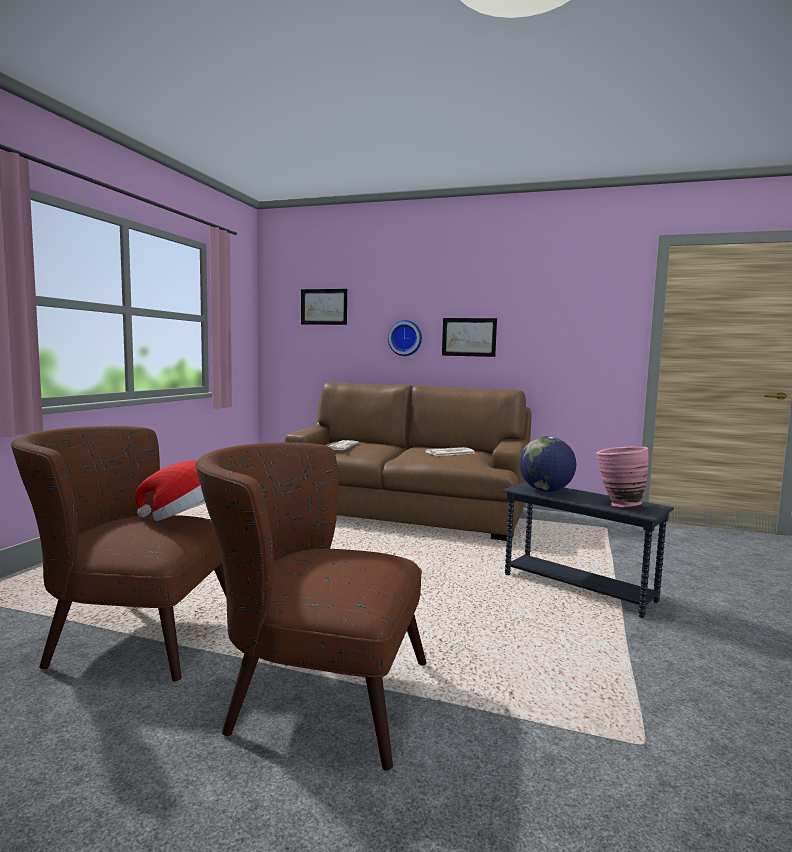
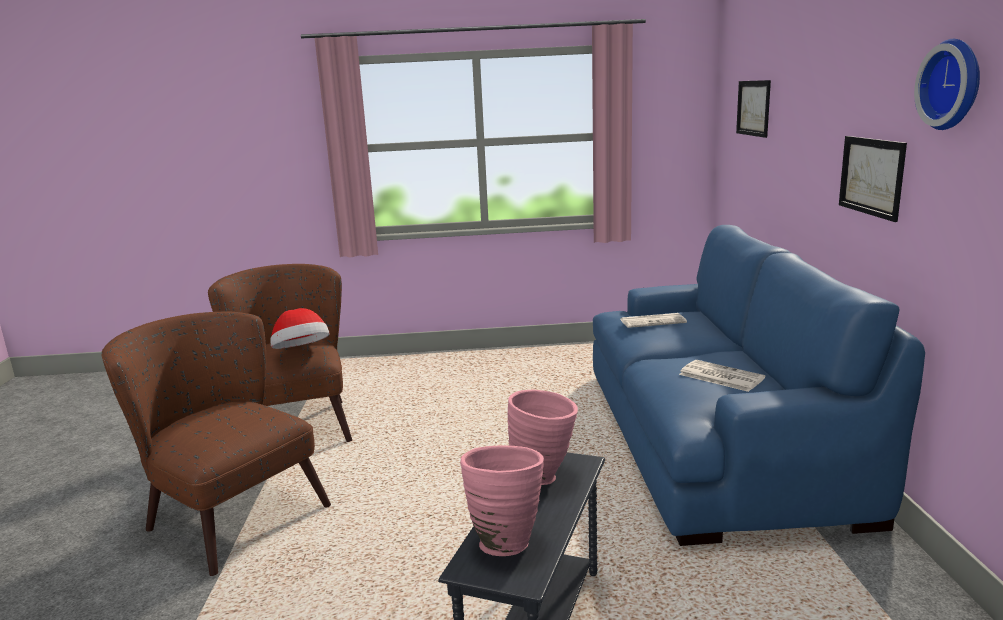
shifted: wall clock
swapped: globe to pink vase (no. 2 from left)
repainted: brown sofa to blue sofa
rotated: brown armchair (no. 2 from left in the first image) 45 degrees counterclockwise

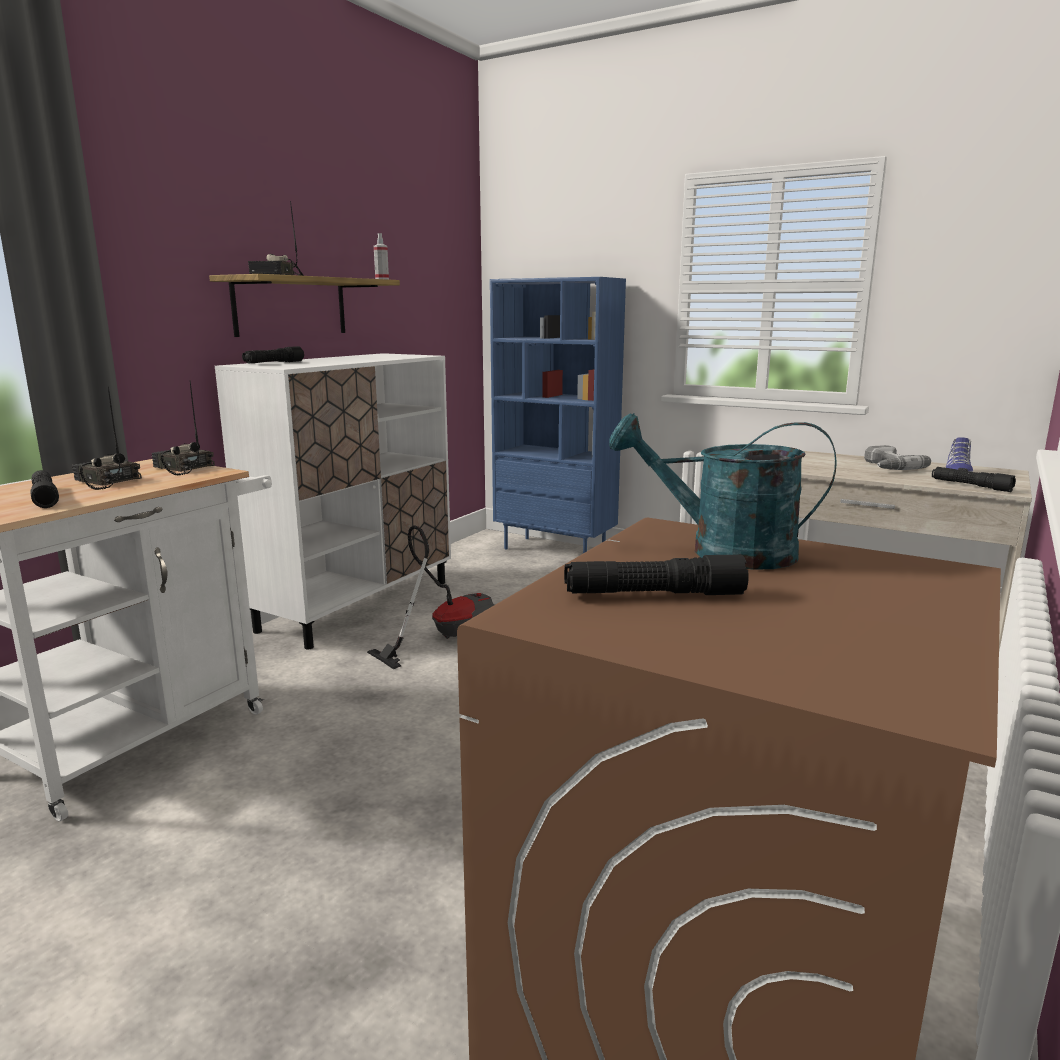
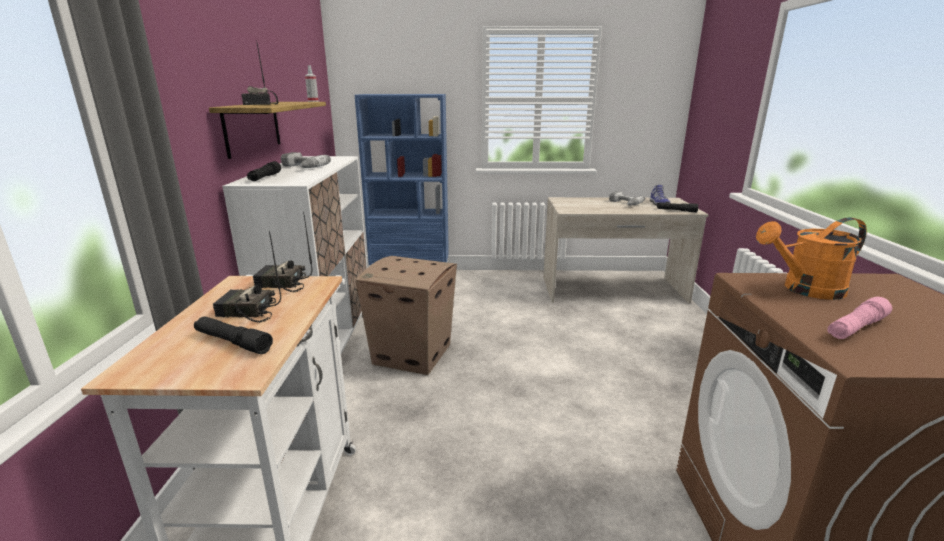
new: power drill (no. 1 from left)
swapped: vacuum cleaner to cardboard box
repainted: turquoise watering can to orange watering can; black flashlight (no. 3 from left) to pink flashlight

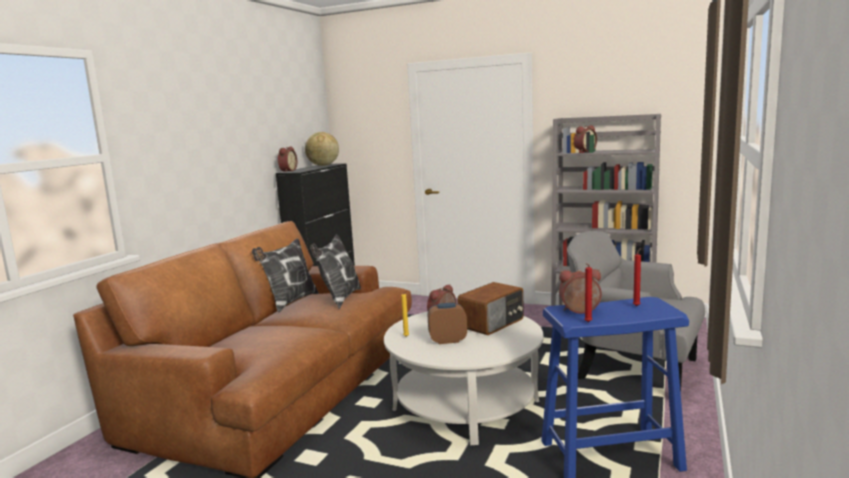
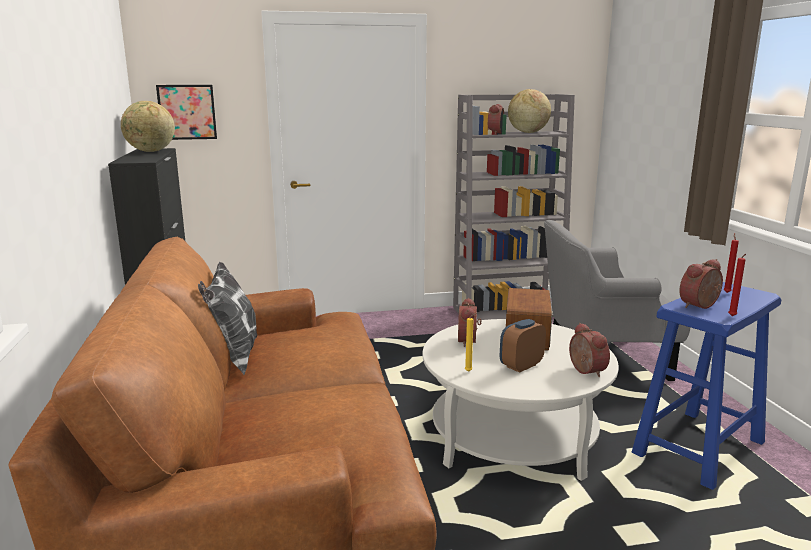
gone: pillow (no. 2 from left)
new: picture; globe (no. 2 from left)
shifted: alarm clock (no. 1 from left in the first image) to alarm clock (no. 4 from left)

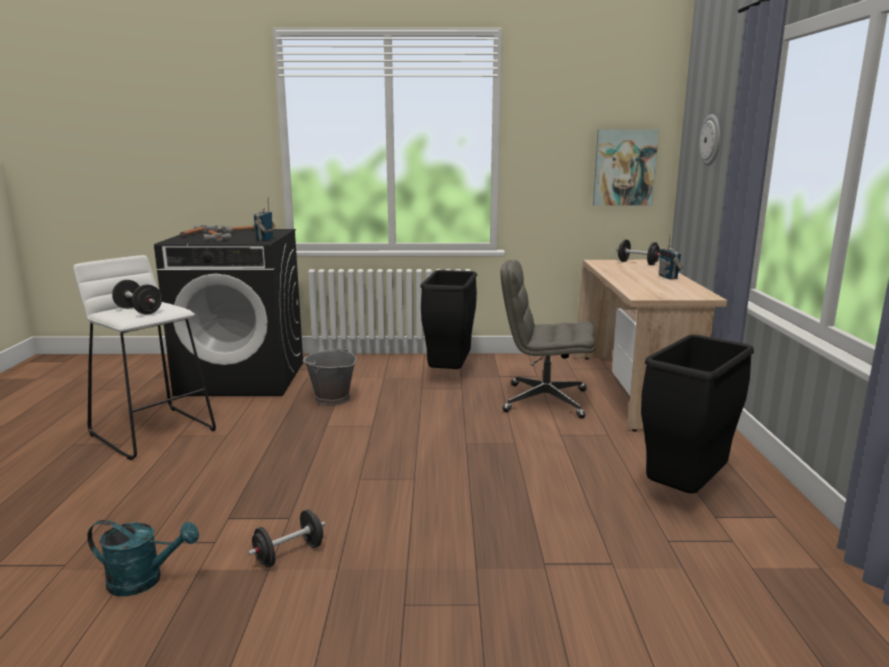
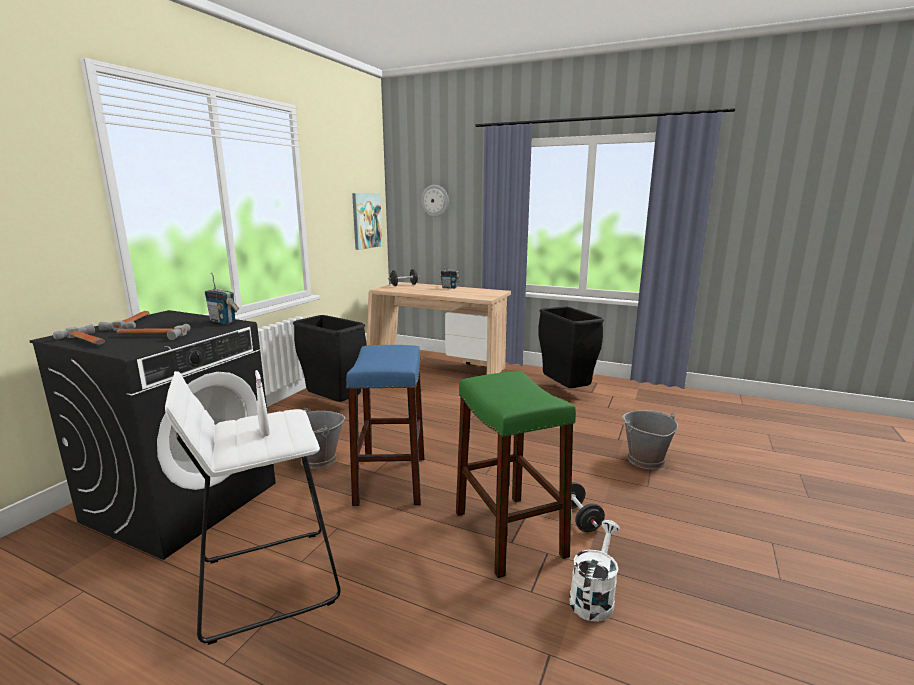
gone: grey office chair
new: blue stool; green stool; grey bucket (no. 2 from left)
swapped: black dumbbell (no. 1 from left) to white spray bottle
repainted: turquoise watering can to white watering can

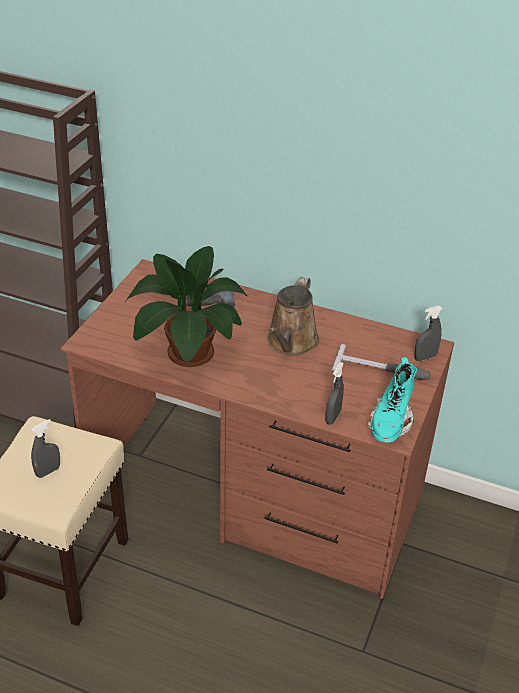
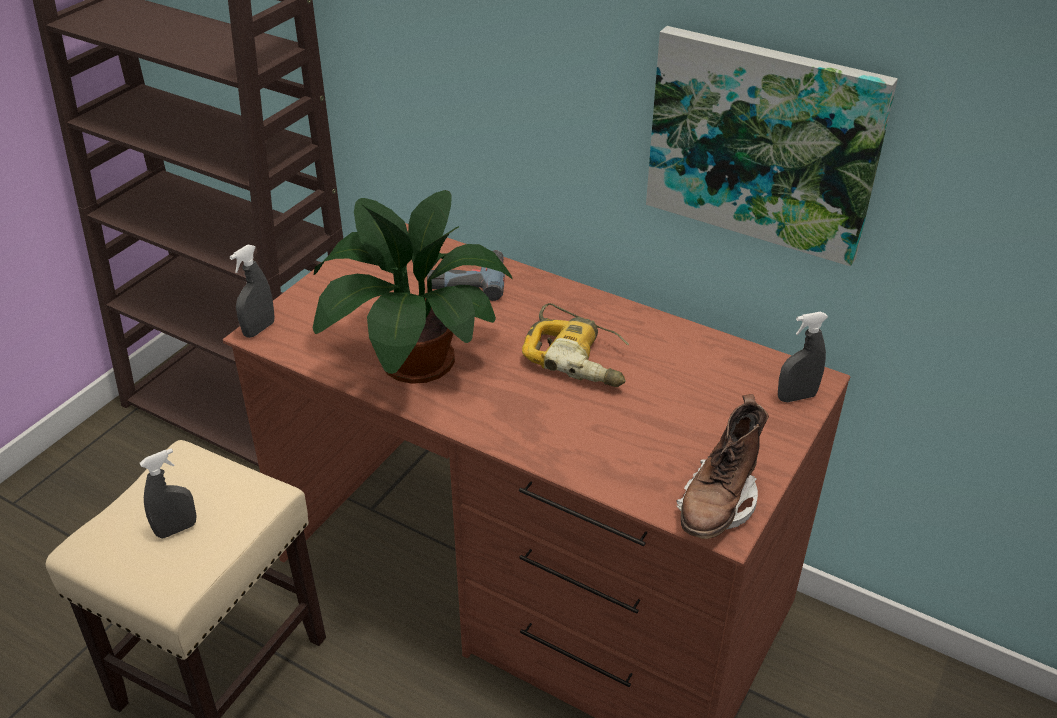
gone: hammer
new: picture
shifted: grey spray bottle (no. 2 from left)
swapped: brown watering can to power drill (no. 2 from left)
repainted: turquoise boot to brown boot

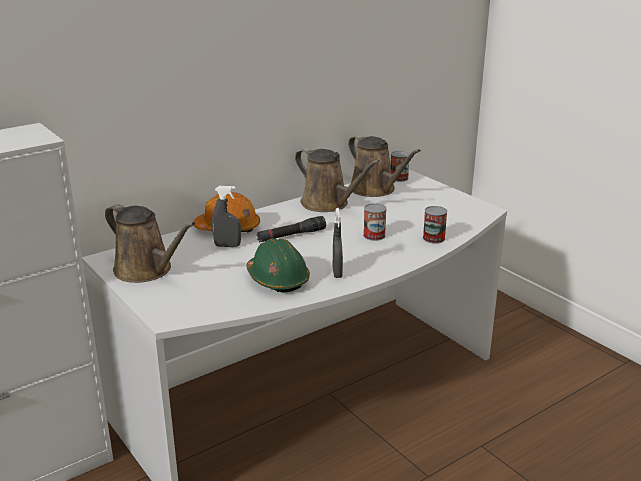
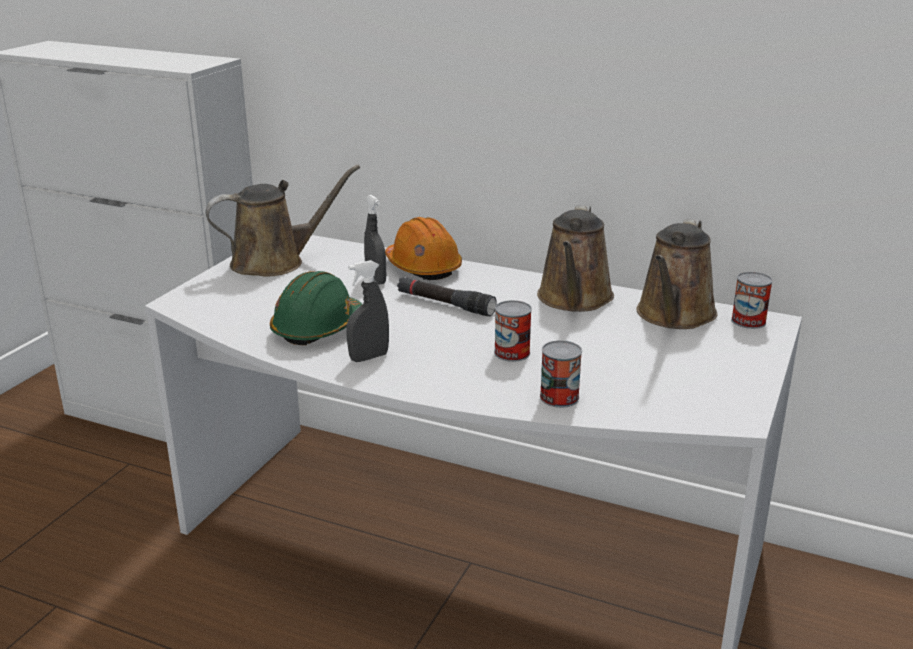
rotated: brown watering can (no. 1 from left) 120 degrees counterclockwise

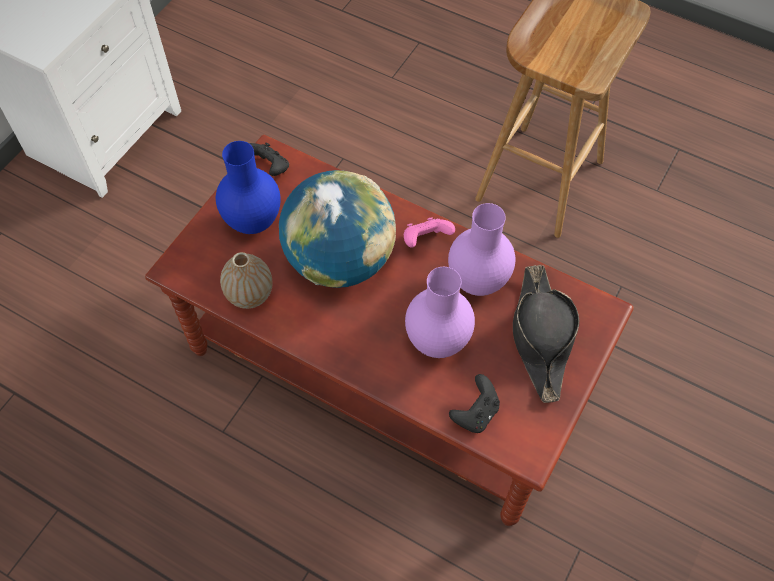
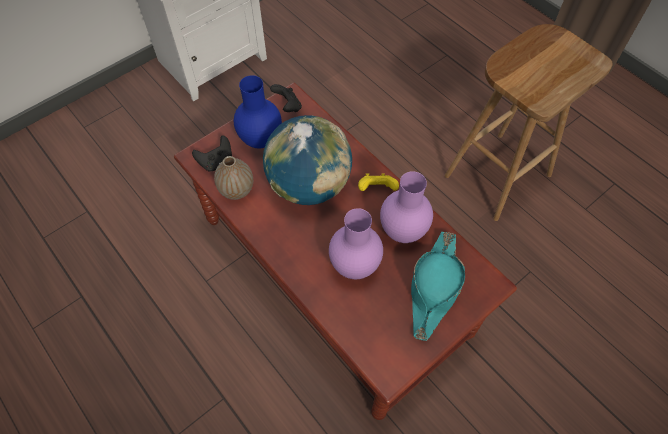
shifted: black game controller (no. 2 from left in the first image) to black game controller (no. 1 from left)
repainted: pink game controller to yellow game controller; black hat to turquoise hat

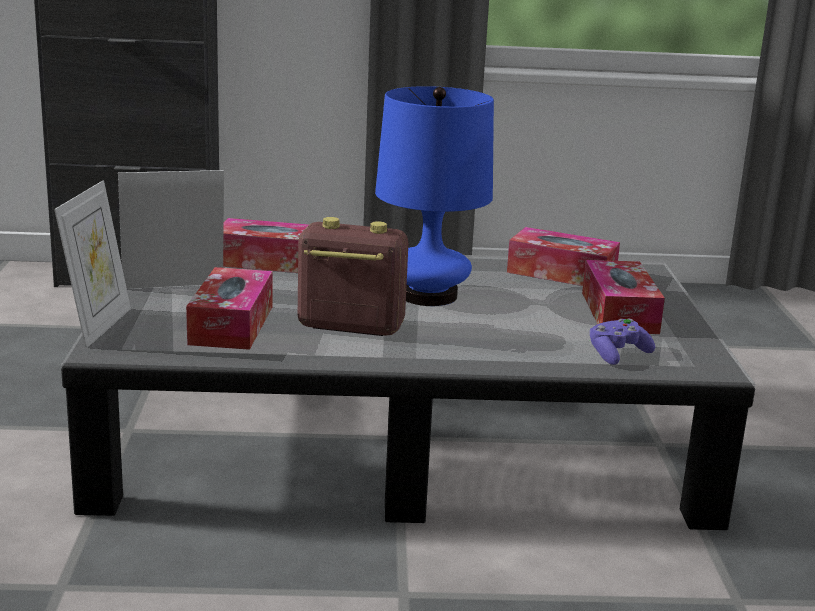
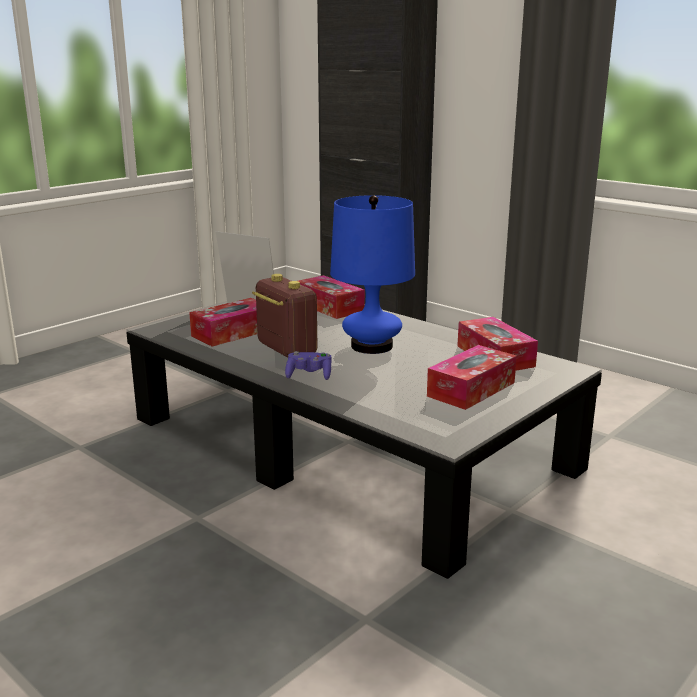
gone: picture frame (no. 1 from left)
shifted: purple game controller

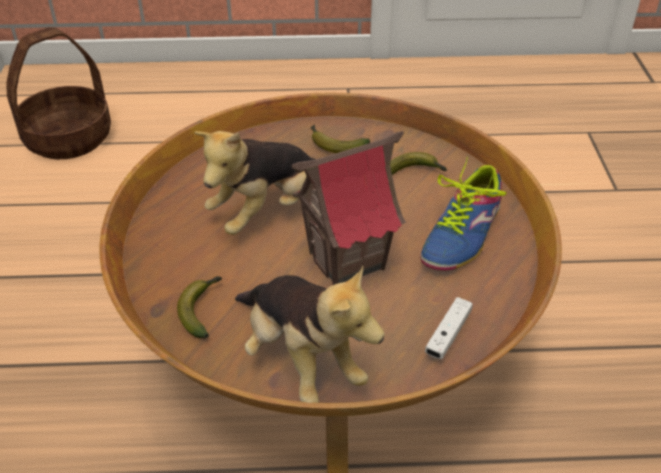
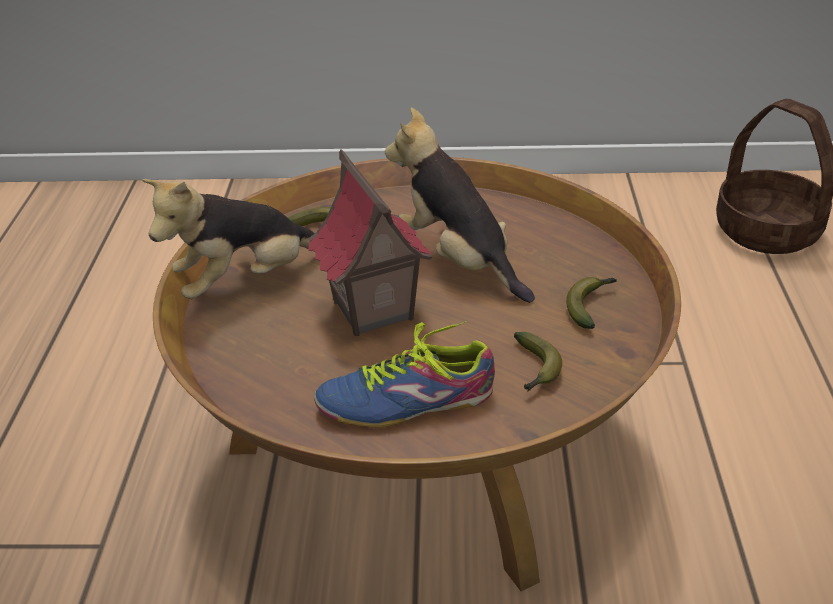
gone: white game controller
rotated: shoe 45 degrees counterclockwise

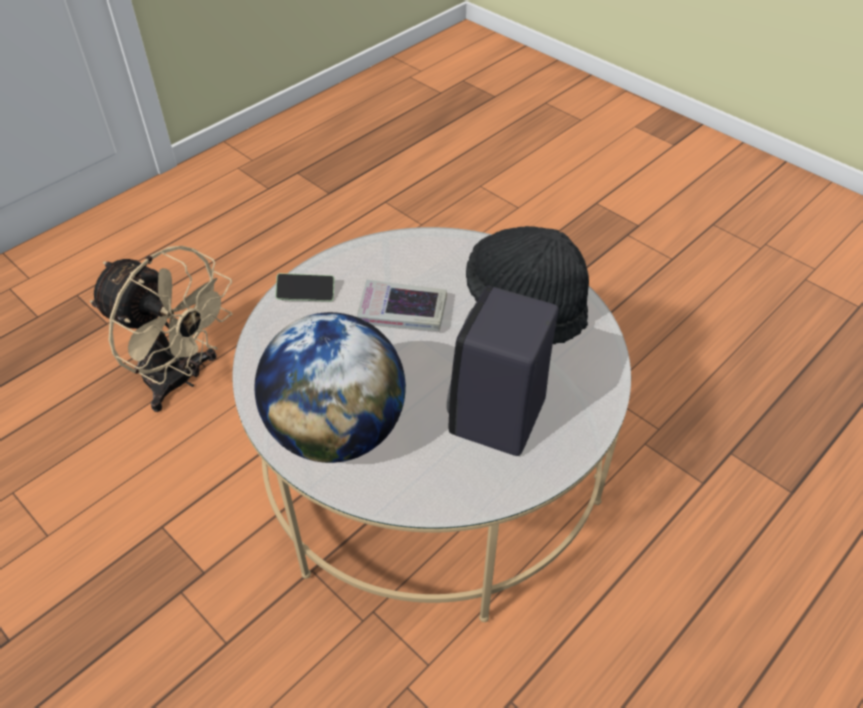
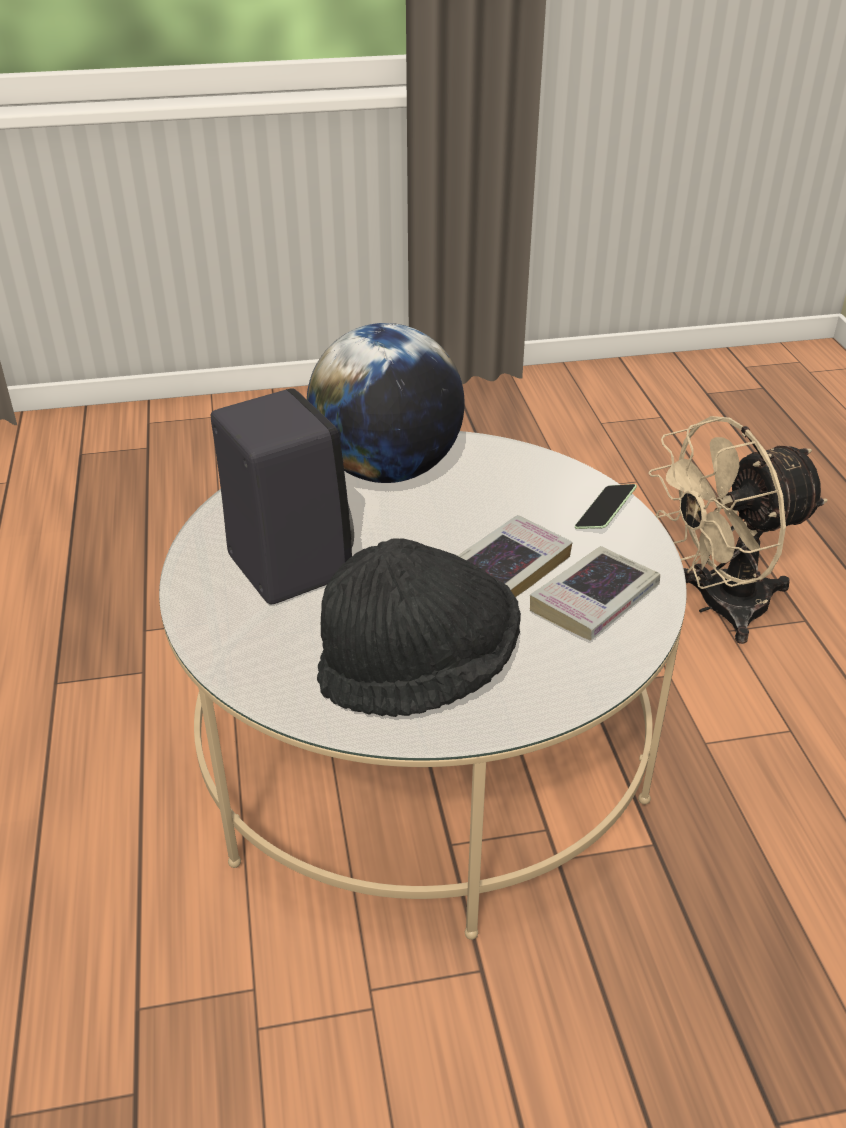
new: book (no. 2 from left)

